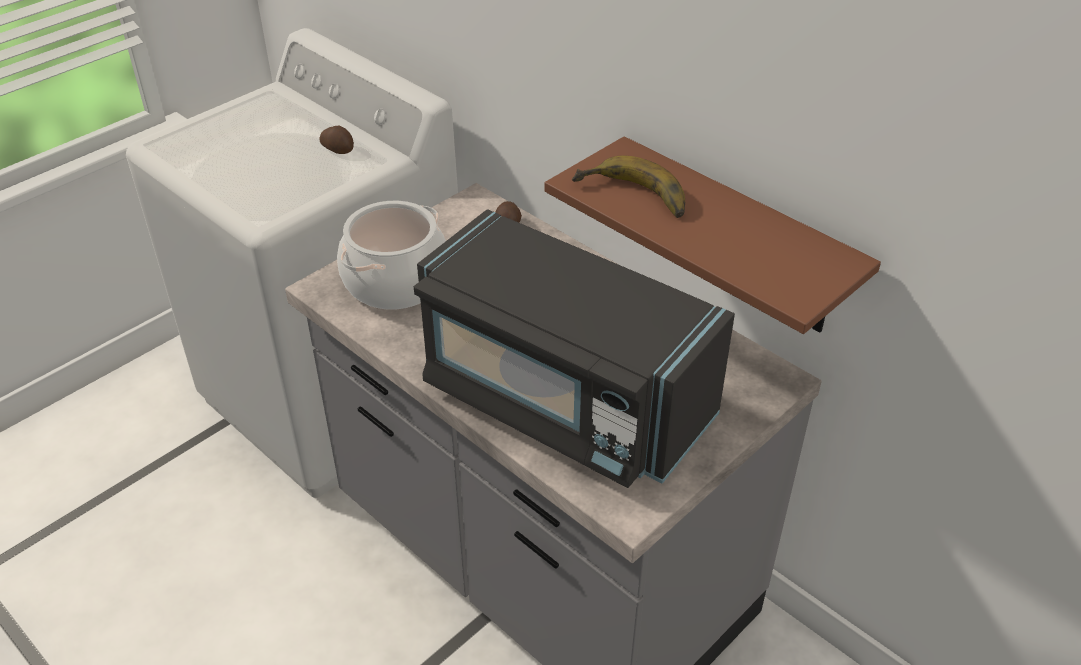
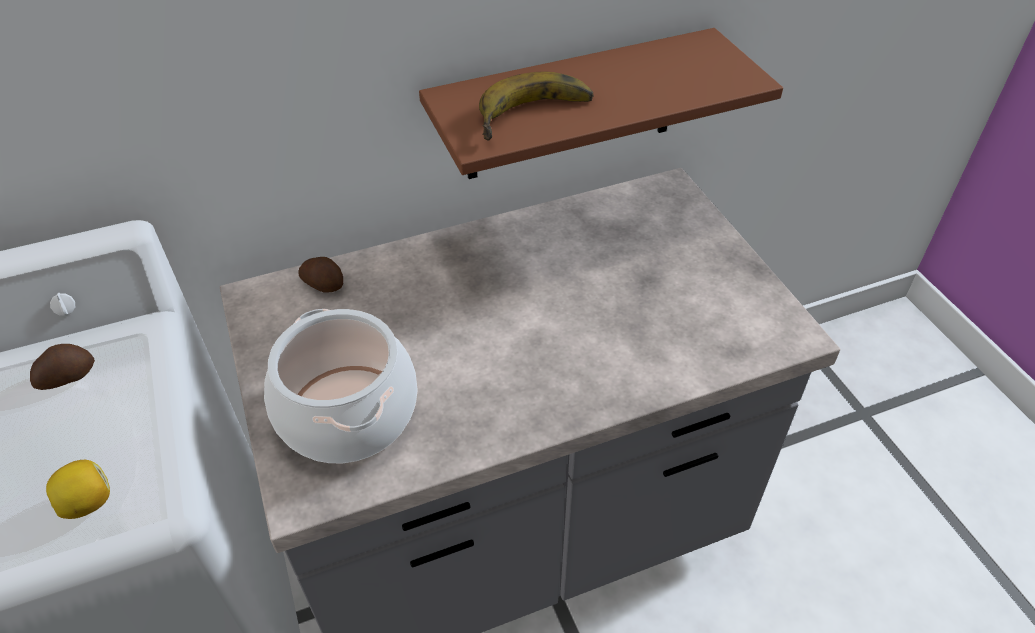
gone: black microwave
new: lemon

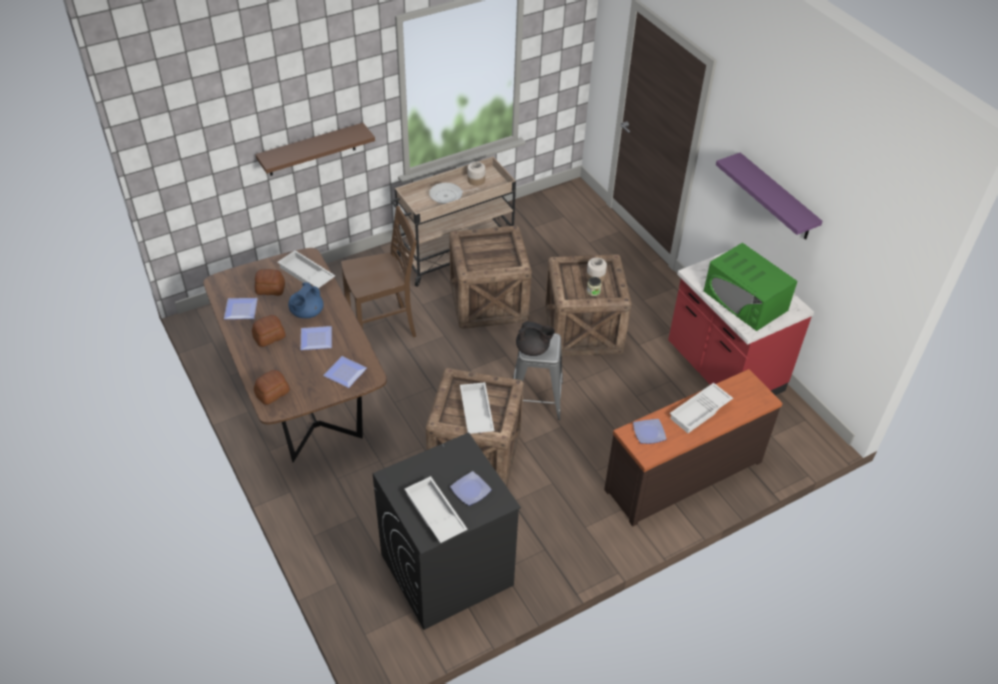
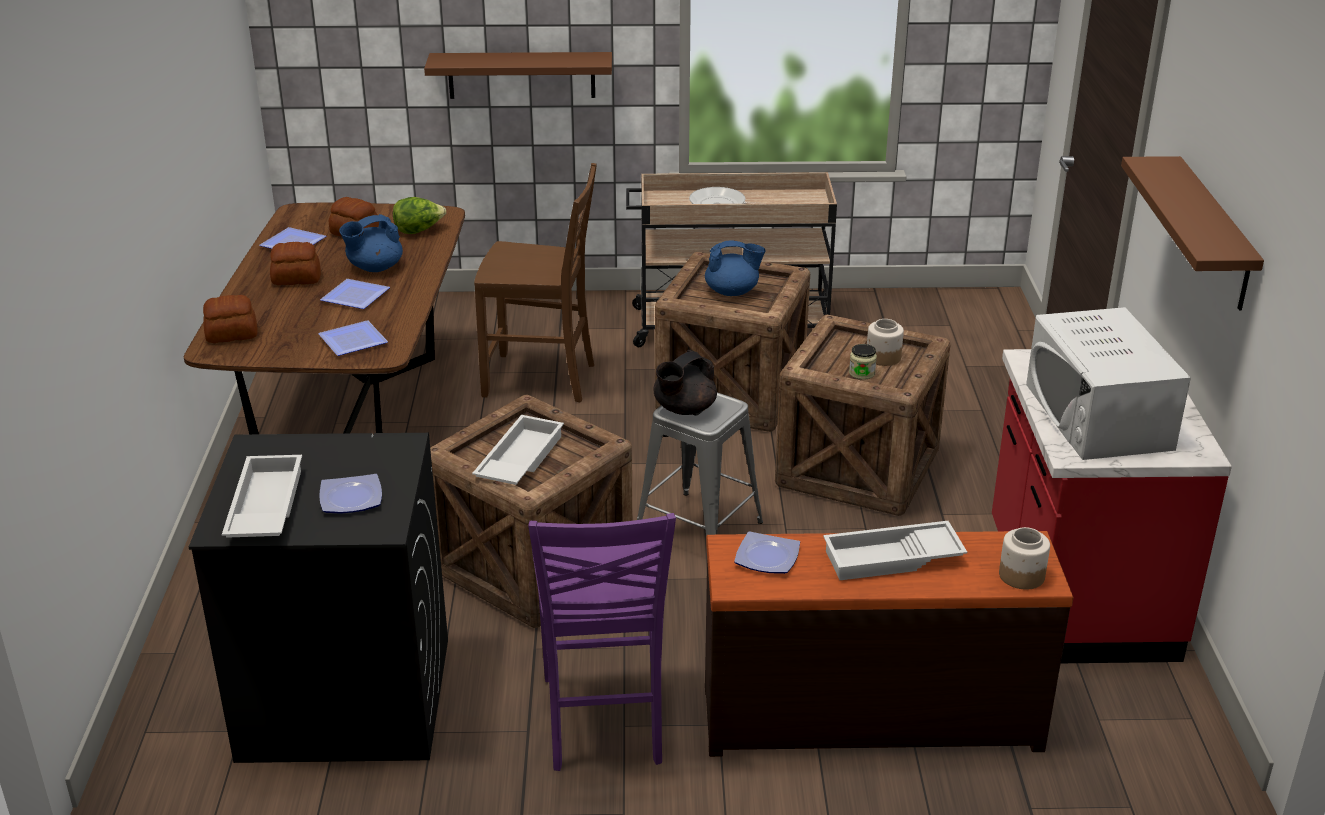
new: purple chair; blue teapot (no. 2 from left)
shifted: jar (no. 1 from left in the first image) to jar (no. 3 from left)
swapped: white tray (no. 1 from left) to lettuce
repainted: green microwave to white microwave; purple shelf to brown shelf (no. 2 from left)
rotated: black teapot 90 degrees clockwise

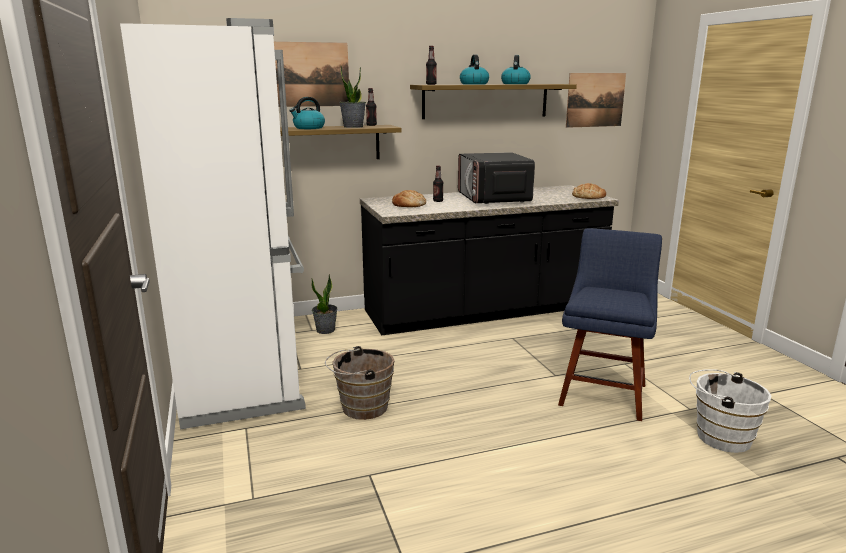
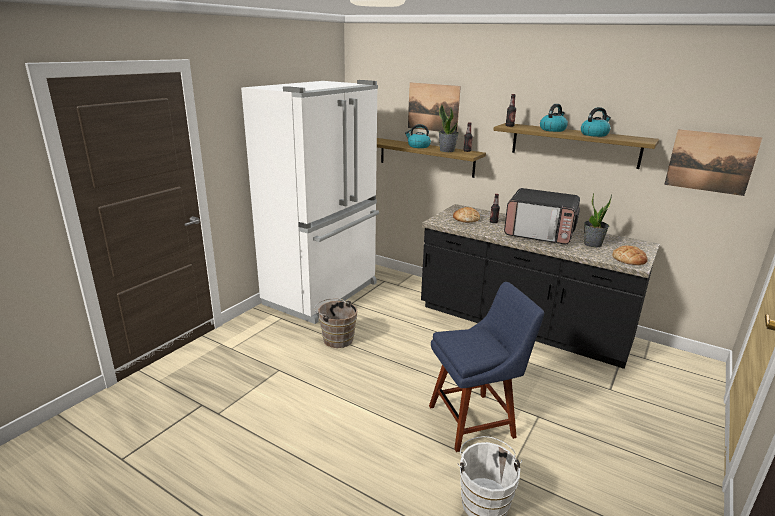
shifted: potted plant (no. 1 from left in the first image) to potted plant (no. 2 from left)
rotated: microwave 105 degrees counterclockwise

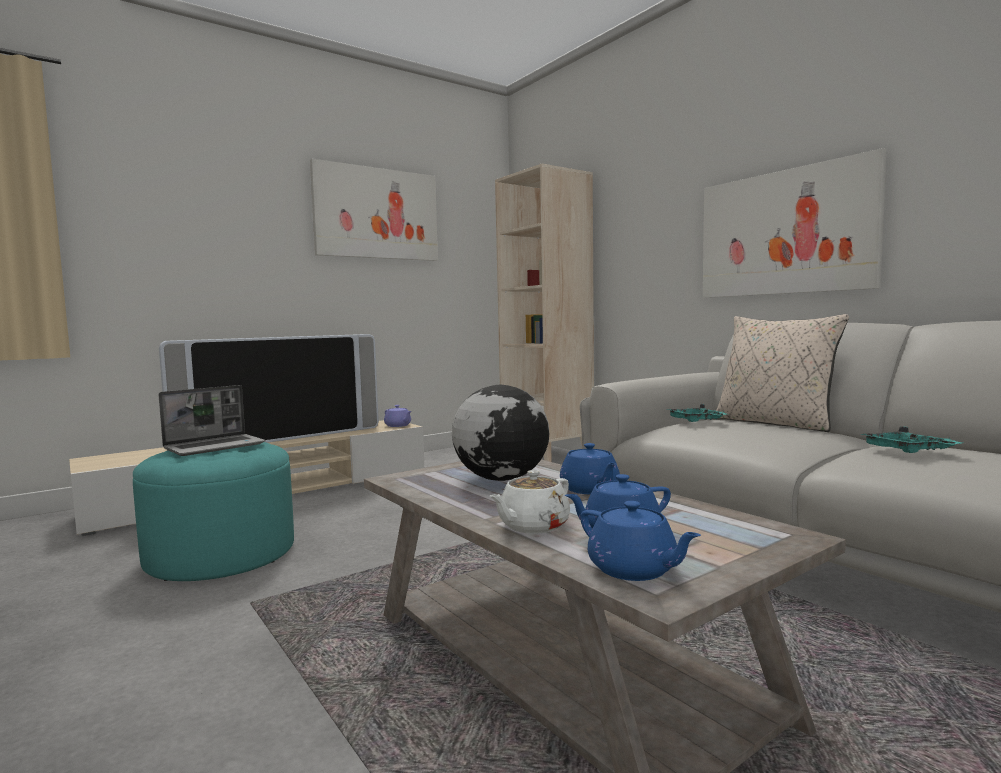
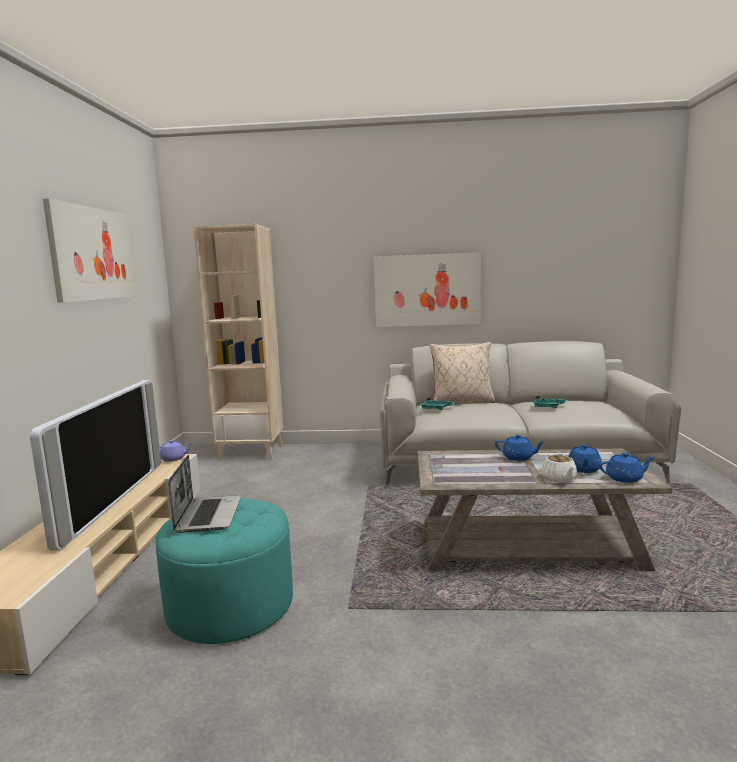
gone: globe

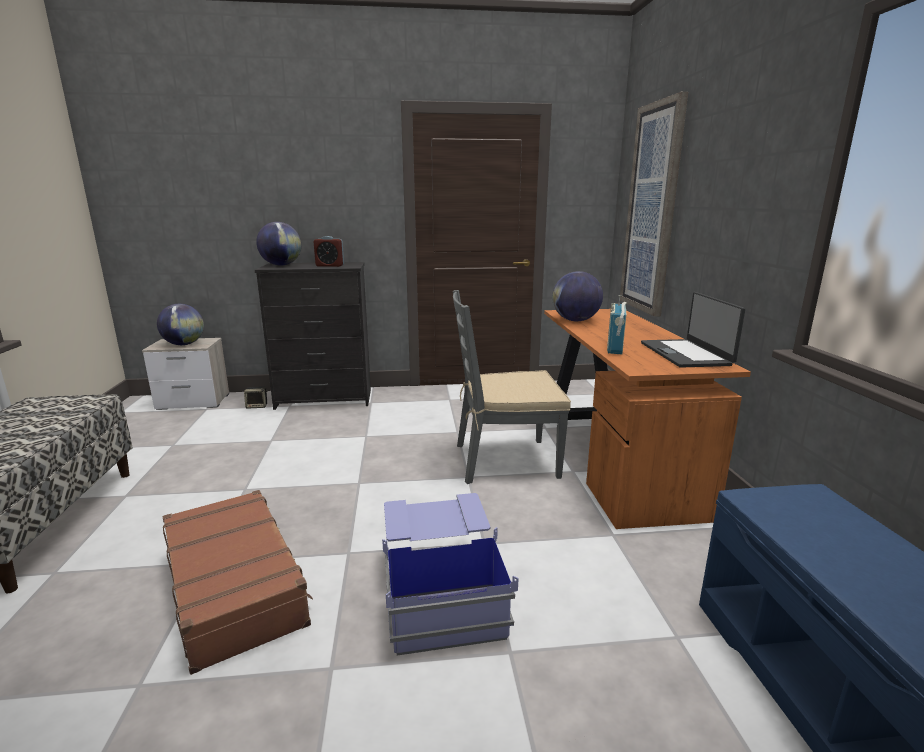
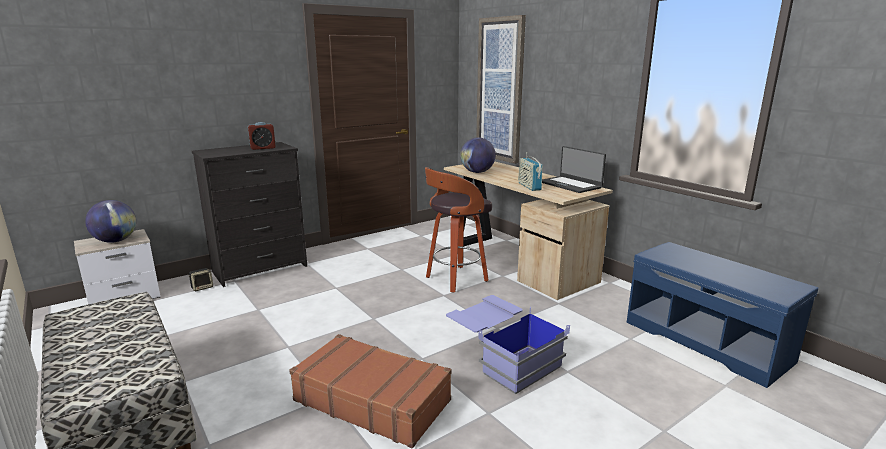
gone: globe (no. 2 from left)
swapped: grey chair to stool
repainted: orange desk to beige desk

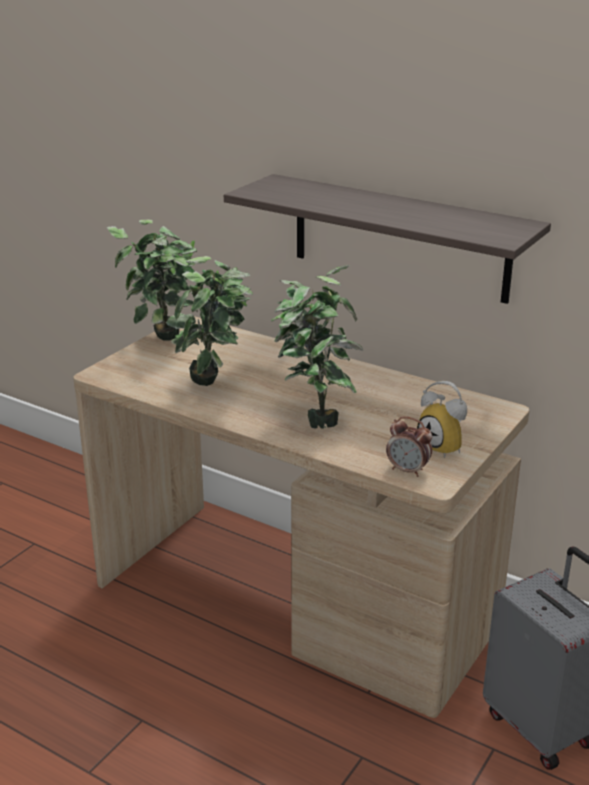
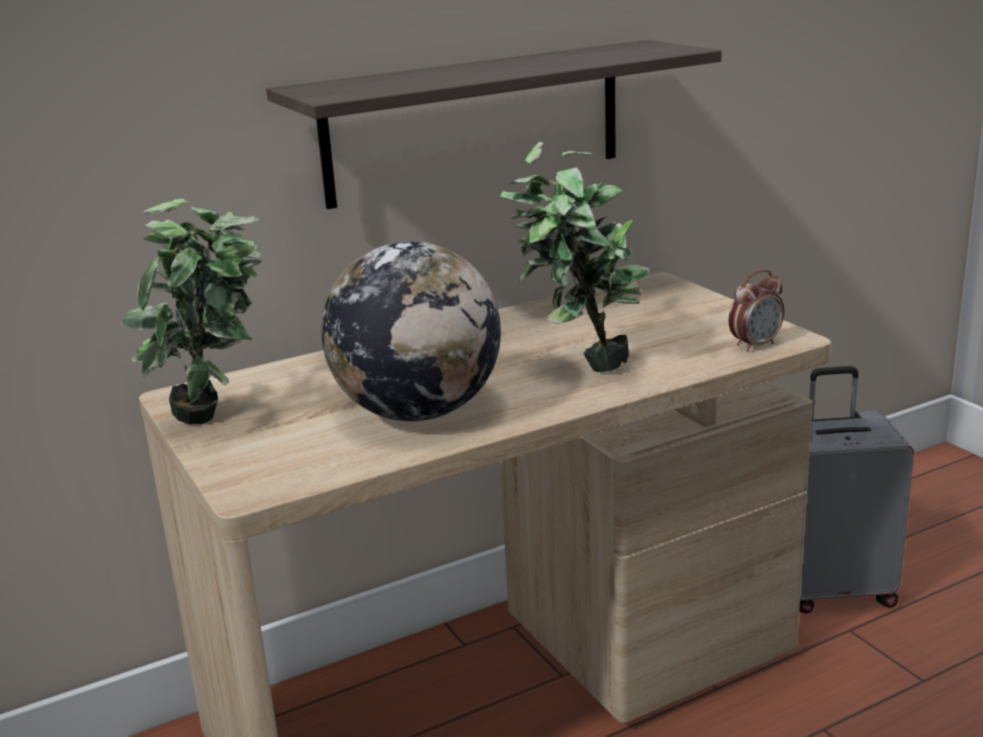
gone: alarm clock (no. 2 from left)
swapped: potted plant (no. 2 from left) to globe

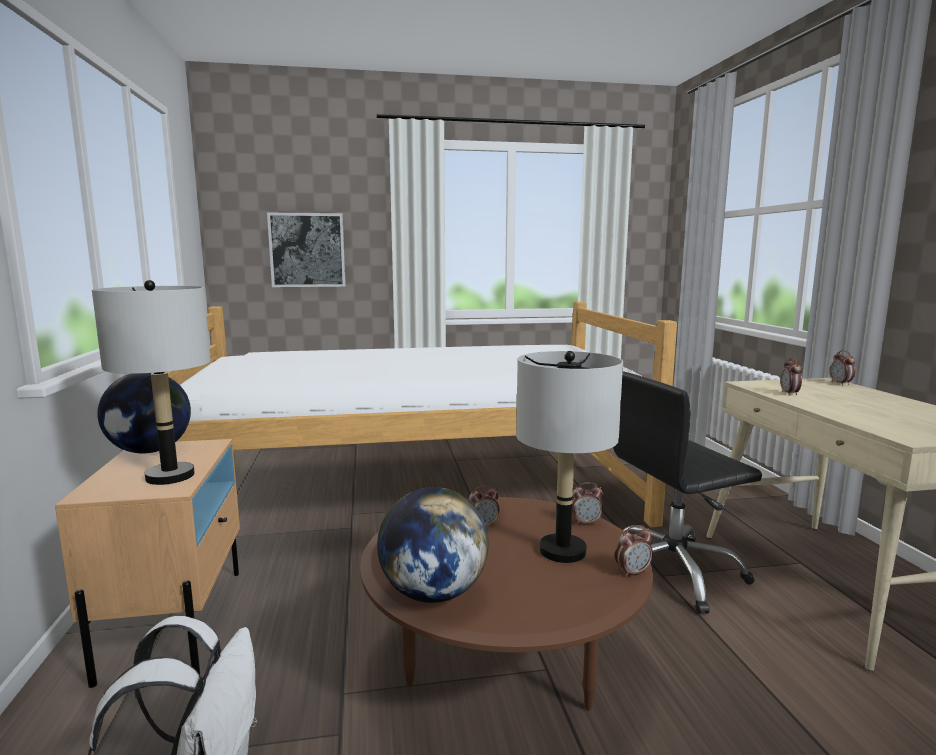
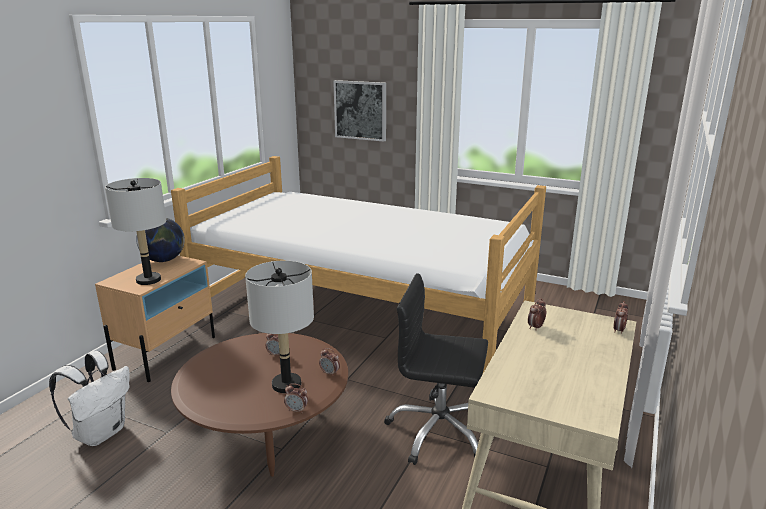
gone: globe (no. 2 from left)

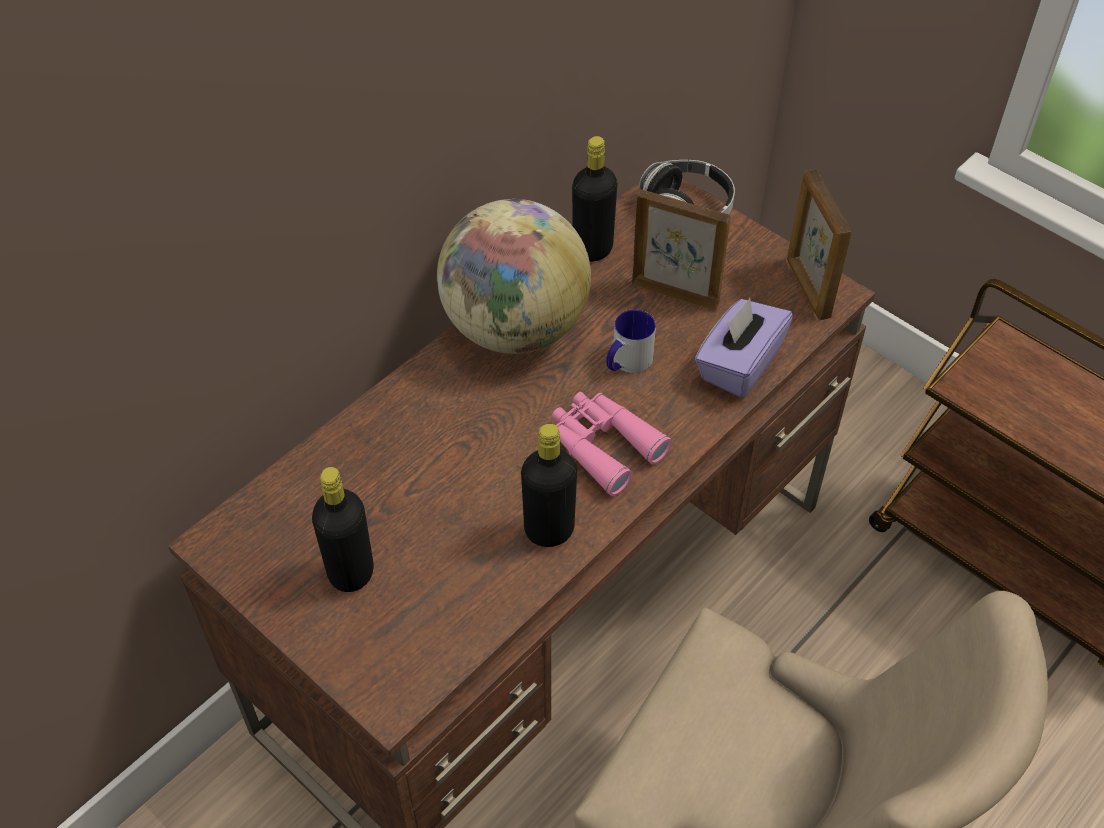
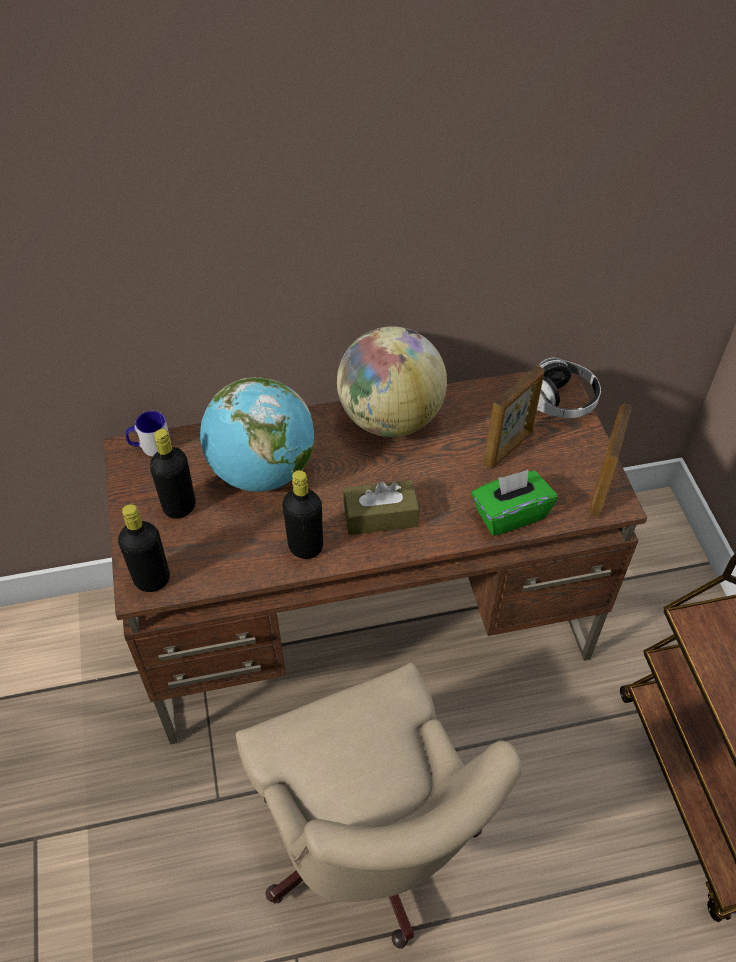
new: globe (no. 1 from left)
shifted: black bottle (no. 3 from left in the first image) to black bottle (no. 1 from left); mug
swapped: pink binoculars to brown tissue box
repainted: purple tissue box to green tissue box
rotated: picture frame (no. 1 from left) 75 degrees clockwise

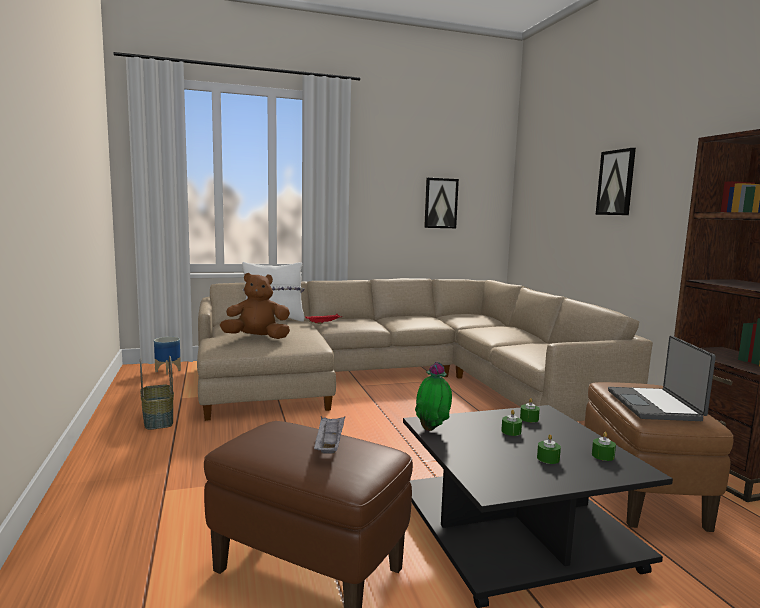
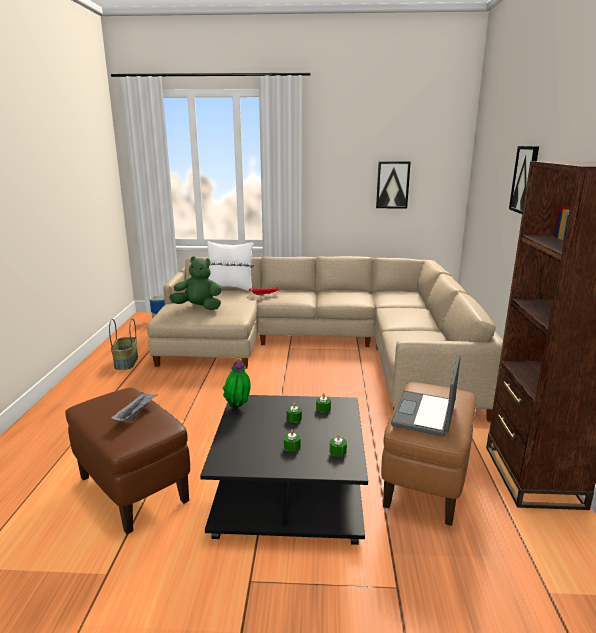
repainted: brown plush toy to green plush toy

